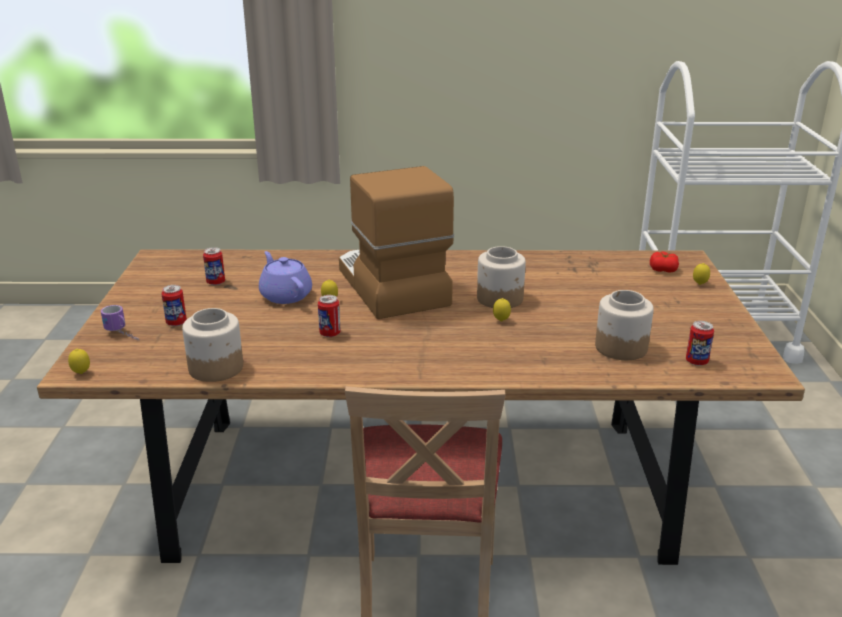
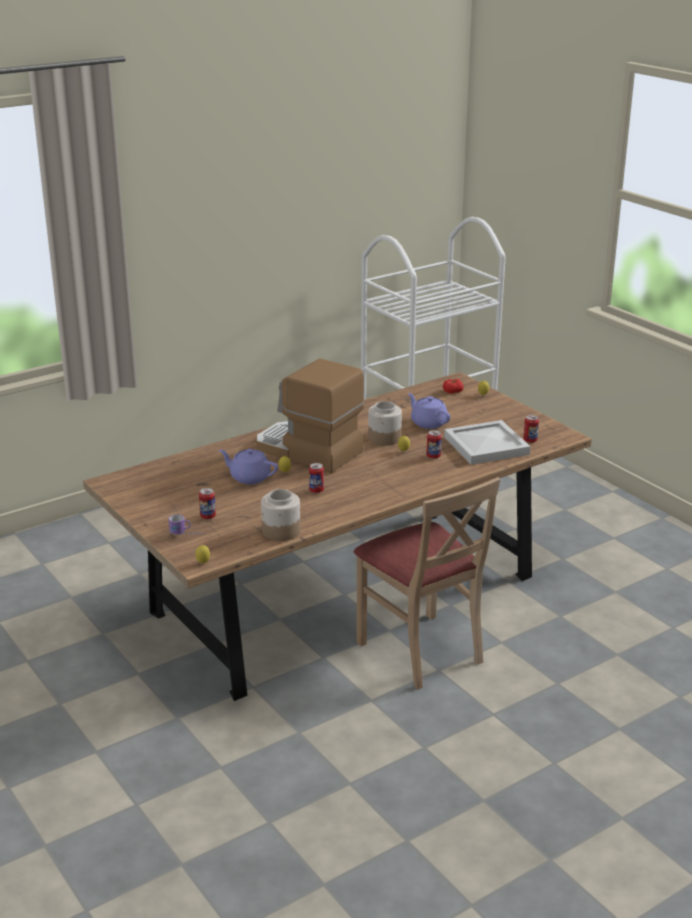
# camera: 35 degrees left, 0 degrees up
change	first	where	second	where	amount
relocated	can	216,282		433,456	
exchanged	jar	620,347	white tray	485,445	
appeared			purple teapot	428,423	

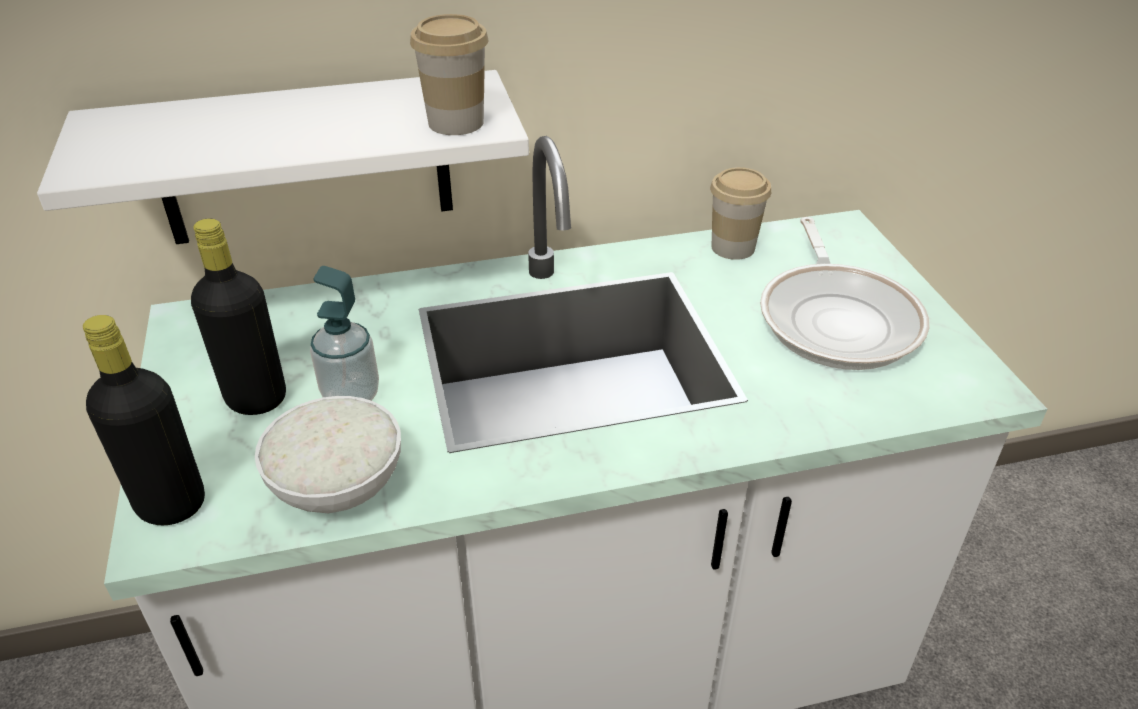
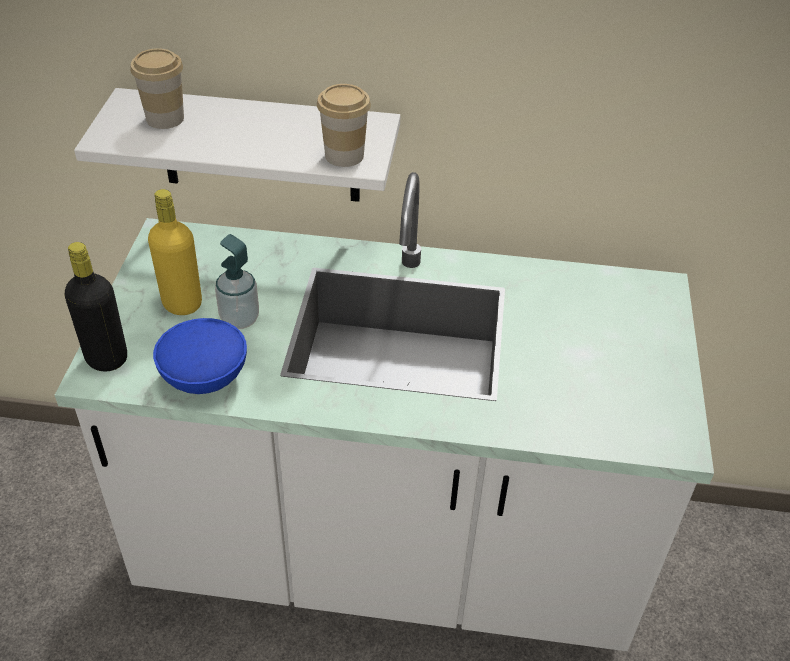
# camera: 20 degrees right, 5 degrees up
change	first	where	second	where	amount
relocated	cup	733,247		165,118	
missing	frying pan	838,319			
colour	black bottle	256,398	yellow bottle	182,304	
colour	white bowl	337,487	blue bowl	203,378	

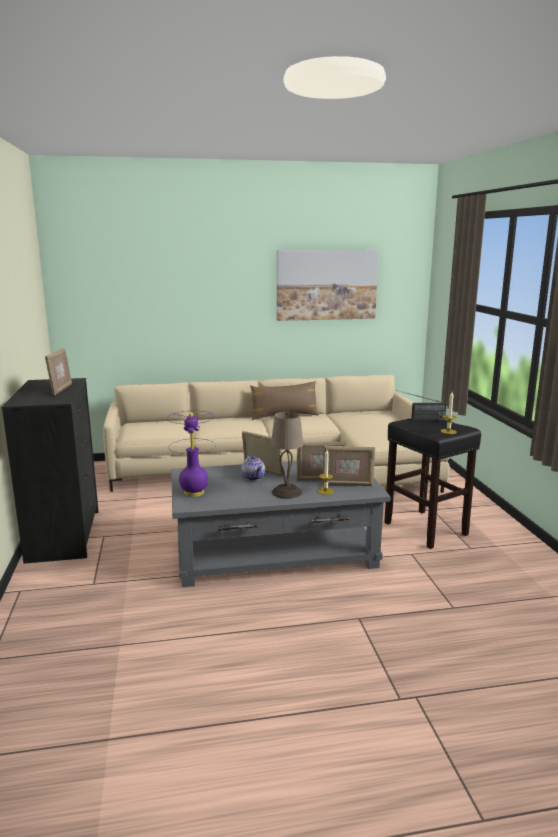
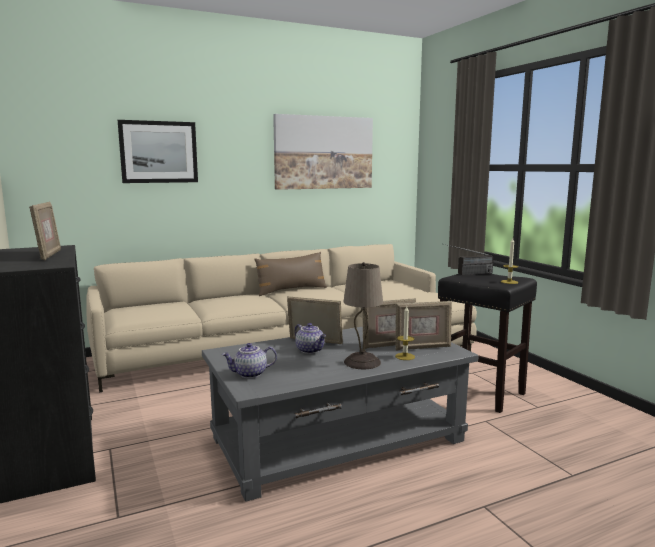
# camera: 15 degrees left, 5 degrees down
change	first	where	second	where	amount
exchanged	purple table lamp	194,493	teapot	250,374	
appeared			picture	159,152	

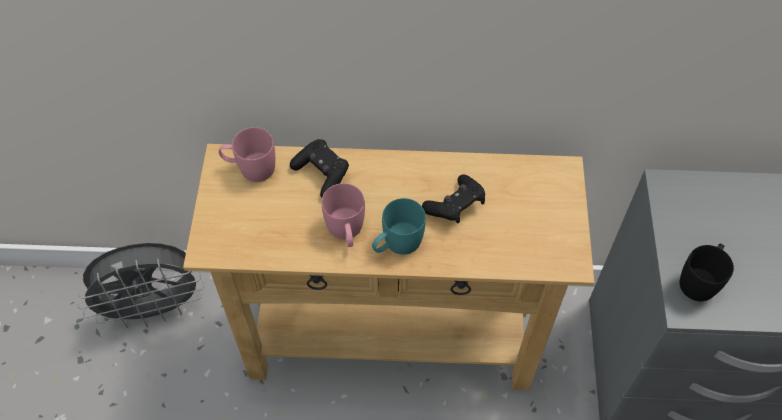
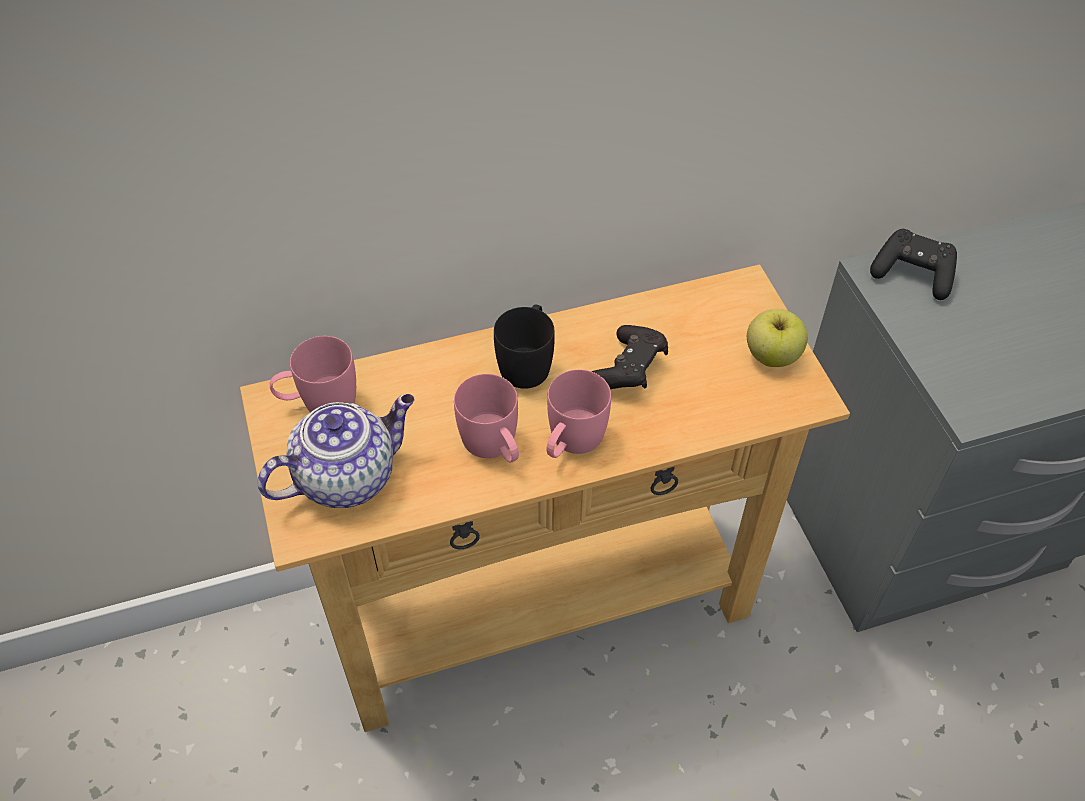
# camera: 20 degrees left, 5 degrees down
change	first	where	second	where	amount
relocated	black game controller	322,174		912,274	
colour	turquoise mug	396,244	pink mug	571,442	
missing	grey fan	154,308			
relocated	black mug	700,279		528,361	
appeared			apple	772,355	
appeared			teapot	348,476	

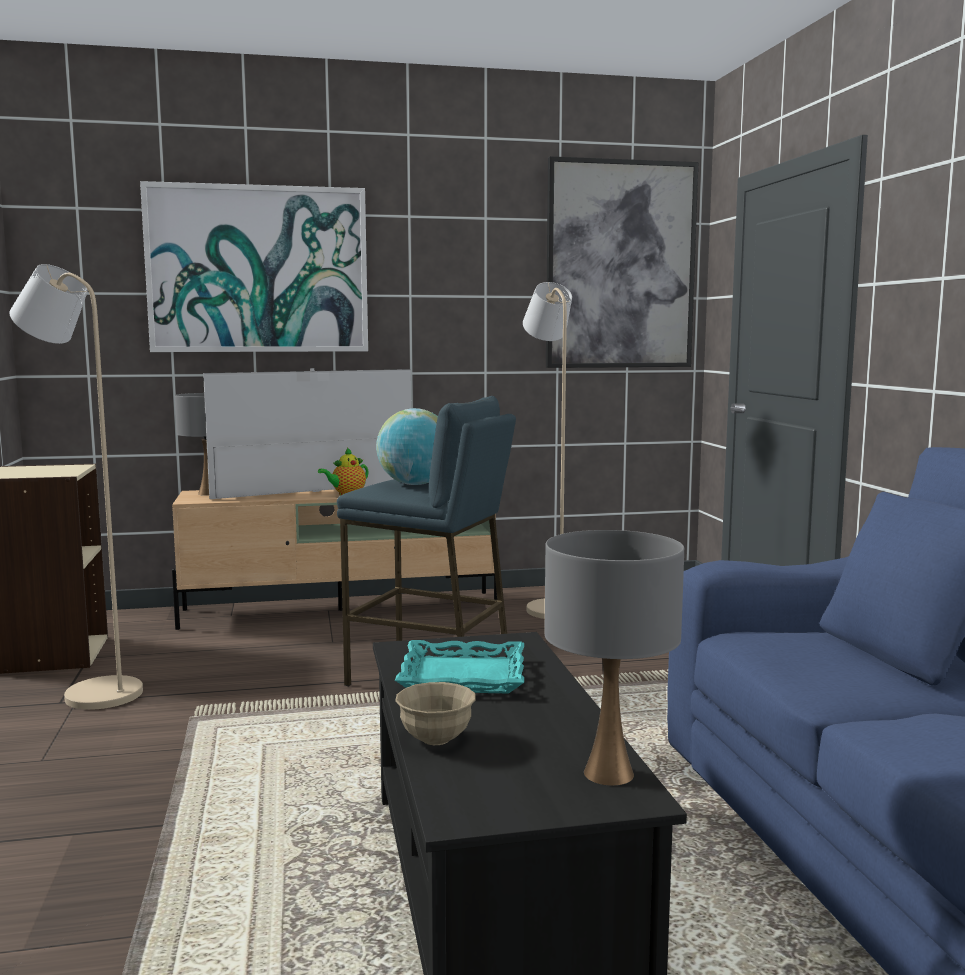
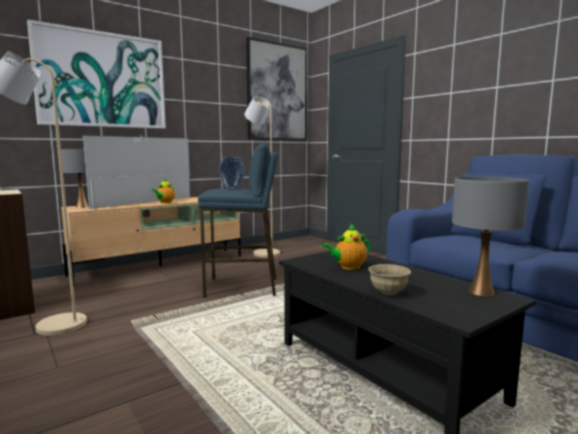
# camera: 25 degrees left, 0 degrees up
change	first	where	second	where	amount
exchanged	globe	415,484	vase	232,189	
exchanged	turquoise tray	463,675	teapot	348,267	

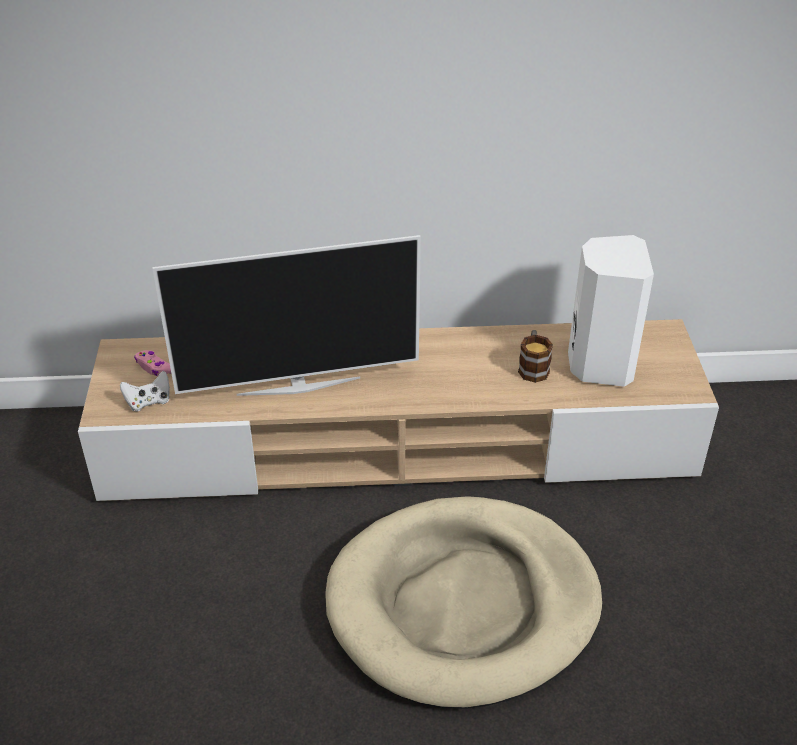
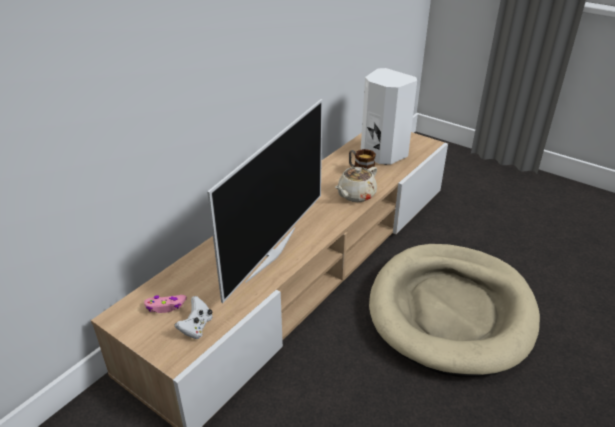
# camera: 50 degrees left, 5 degrees down
change	first	where	second	where	amount
appeared			beige teapot	355,195	

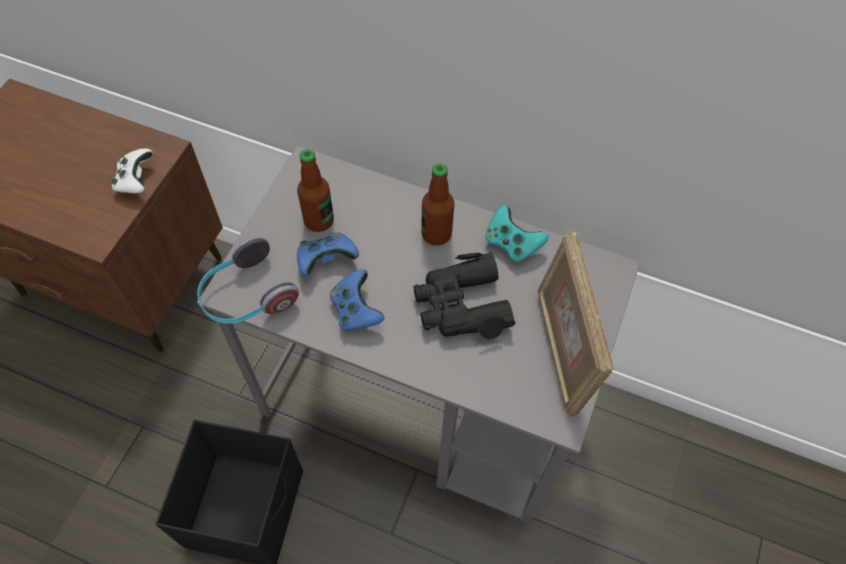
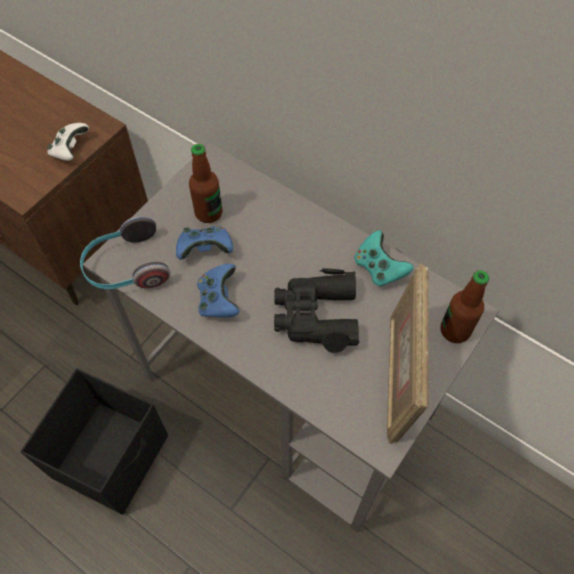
# camera: 15 degrees right, 0 degrees up
change	first	where	second	where	amount
relocated	bottle	436,234		455,330	

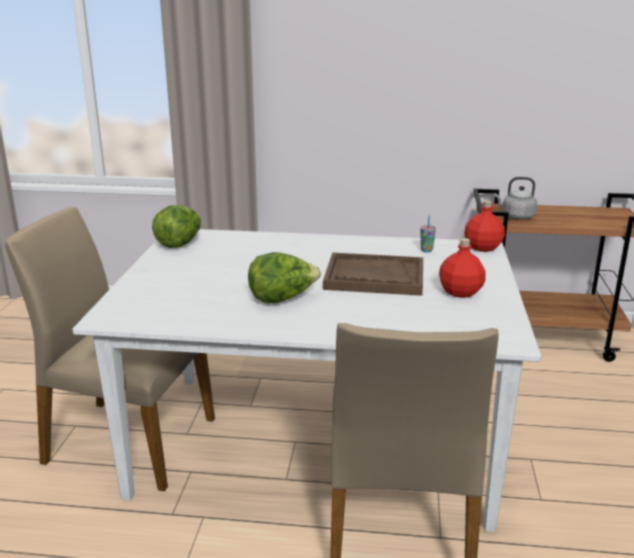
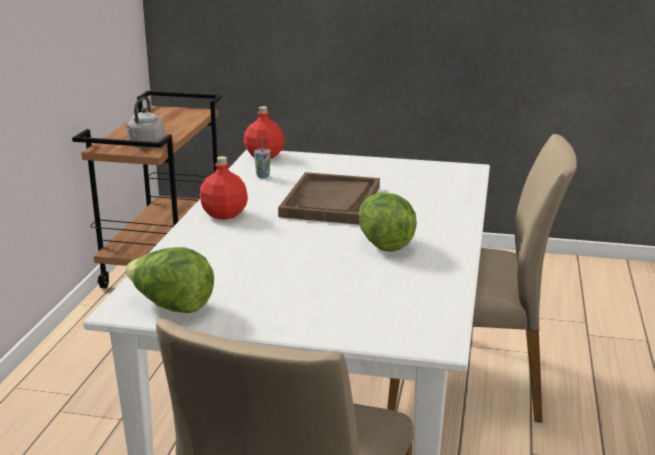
# camera: 85 degrees left, 0 degrees up
change	first	where	second	where	amount
relocated	red bottle	460,292		223,214	

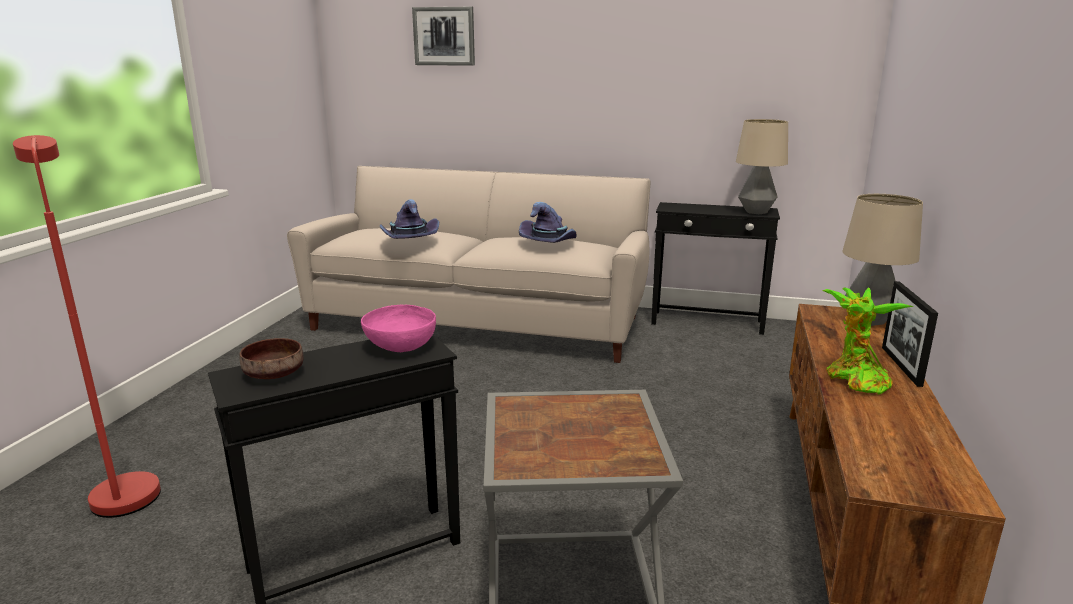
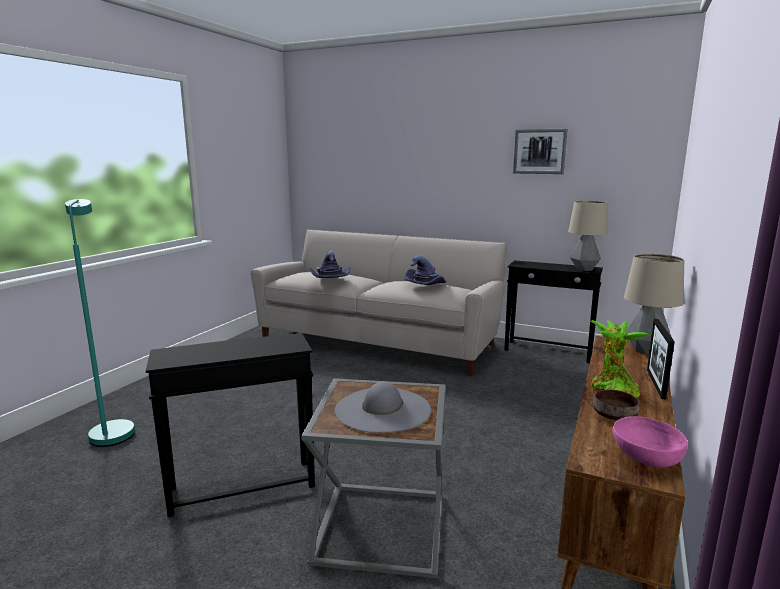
# camera: 10 degrees right, 5 degrees down
change	first	where	second	where	amount
relocated	picture	444,36		539,151	
colour	red floor lamp	121,490	turquoise floor lamp	111,430	
relocated	pink bowl	400,346		645,458	
relocated	brown bowl	275,373		614,415	
appeared			grey hat	383,409	

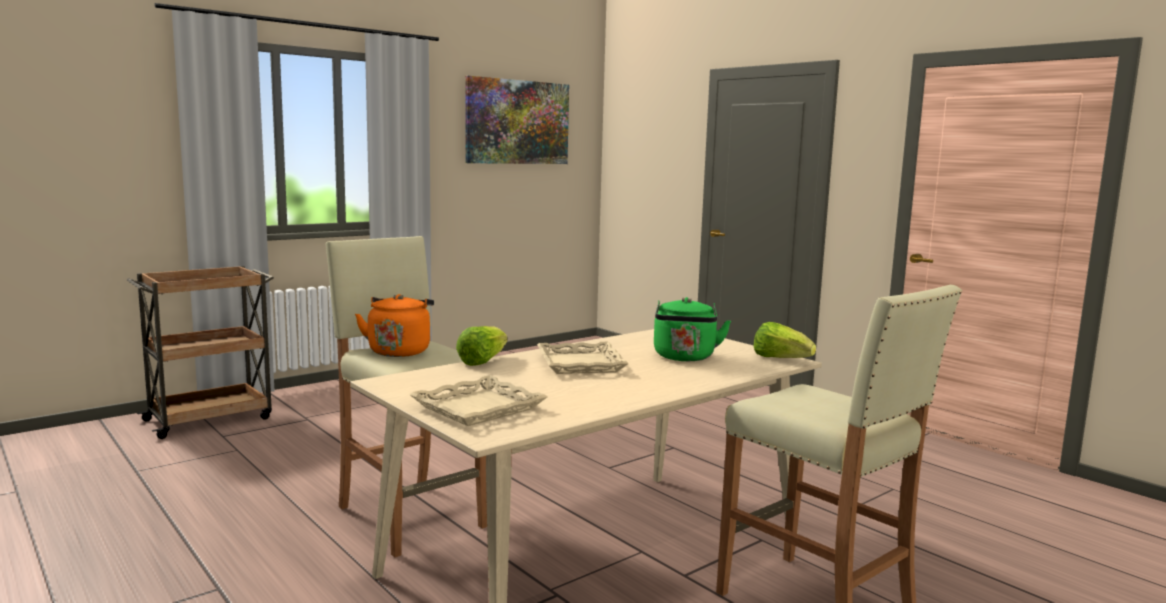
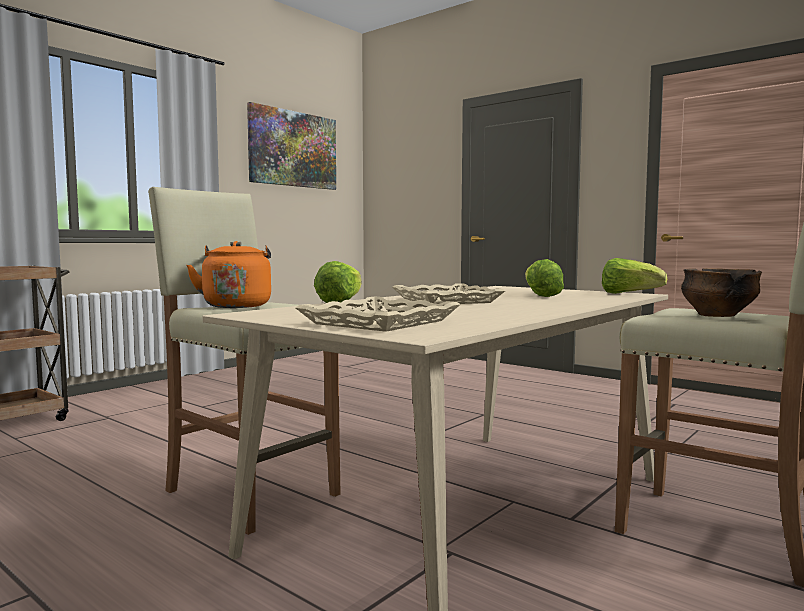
# camera: 10 degrees left, 5 degrees down
change	first	where	second	where	amount
exchanged	green kettle	684,358	lettuce	540,295	
appeared			bowl	717,315	

